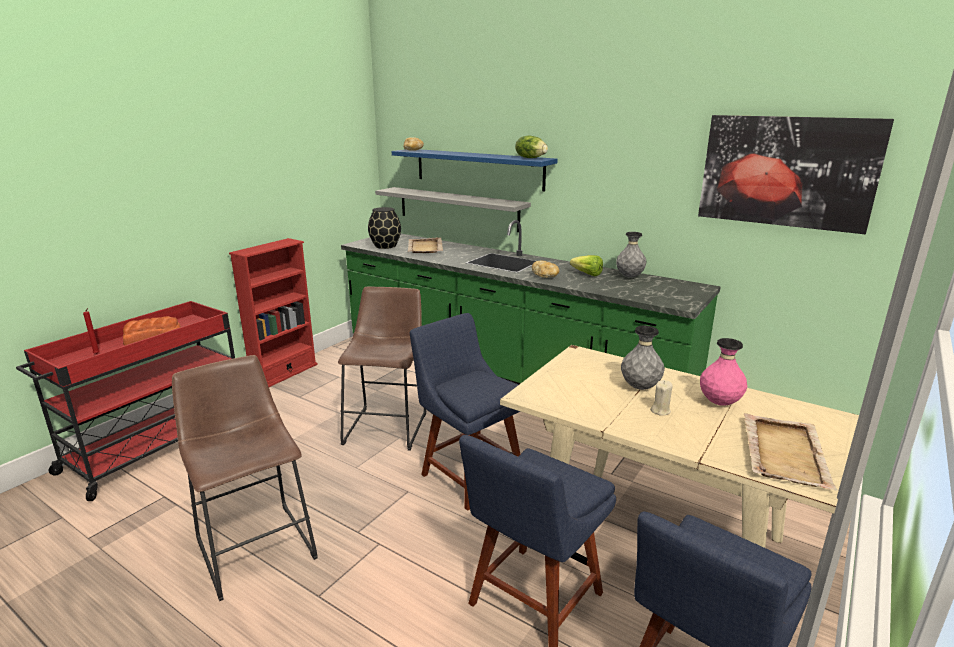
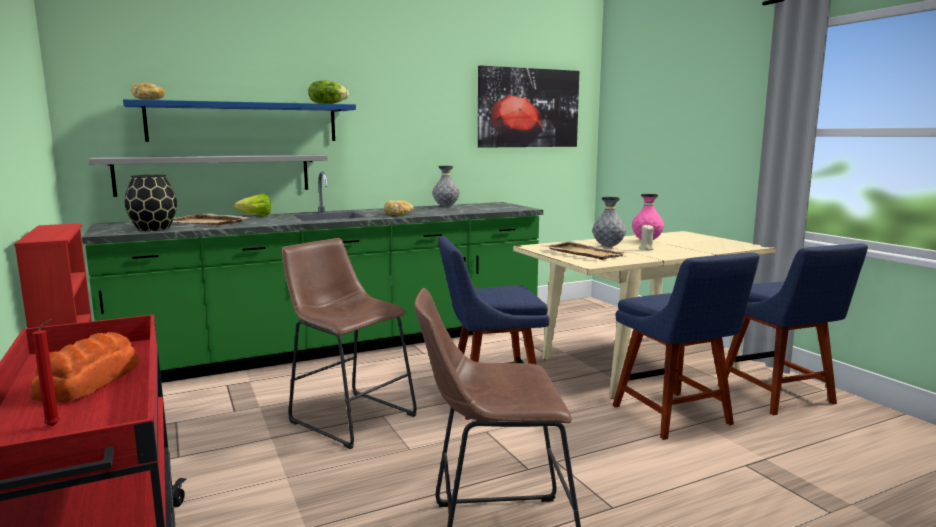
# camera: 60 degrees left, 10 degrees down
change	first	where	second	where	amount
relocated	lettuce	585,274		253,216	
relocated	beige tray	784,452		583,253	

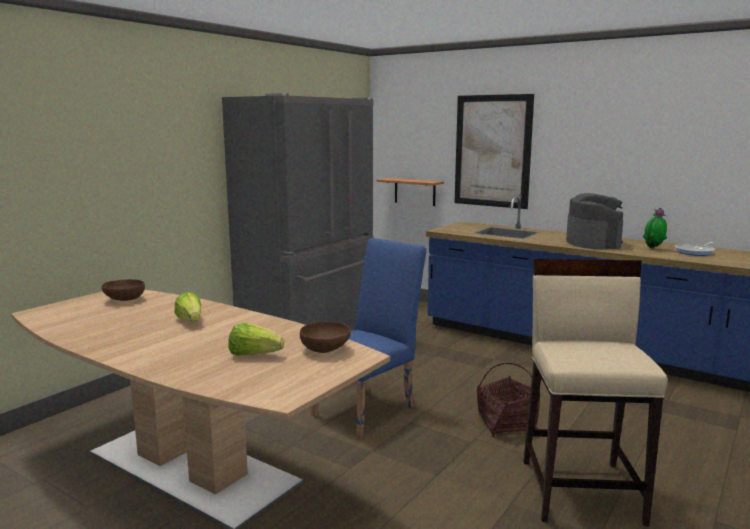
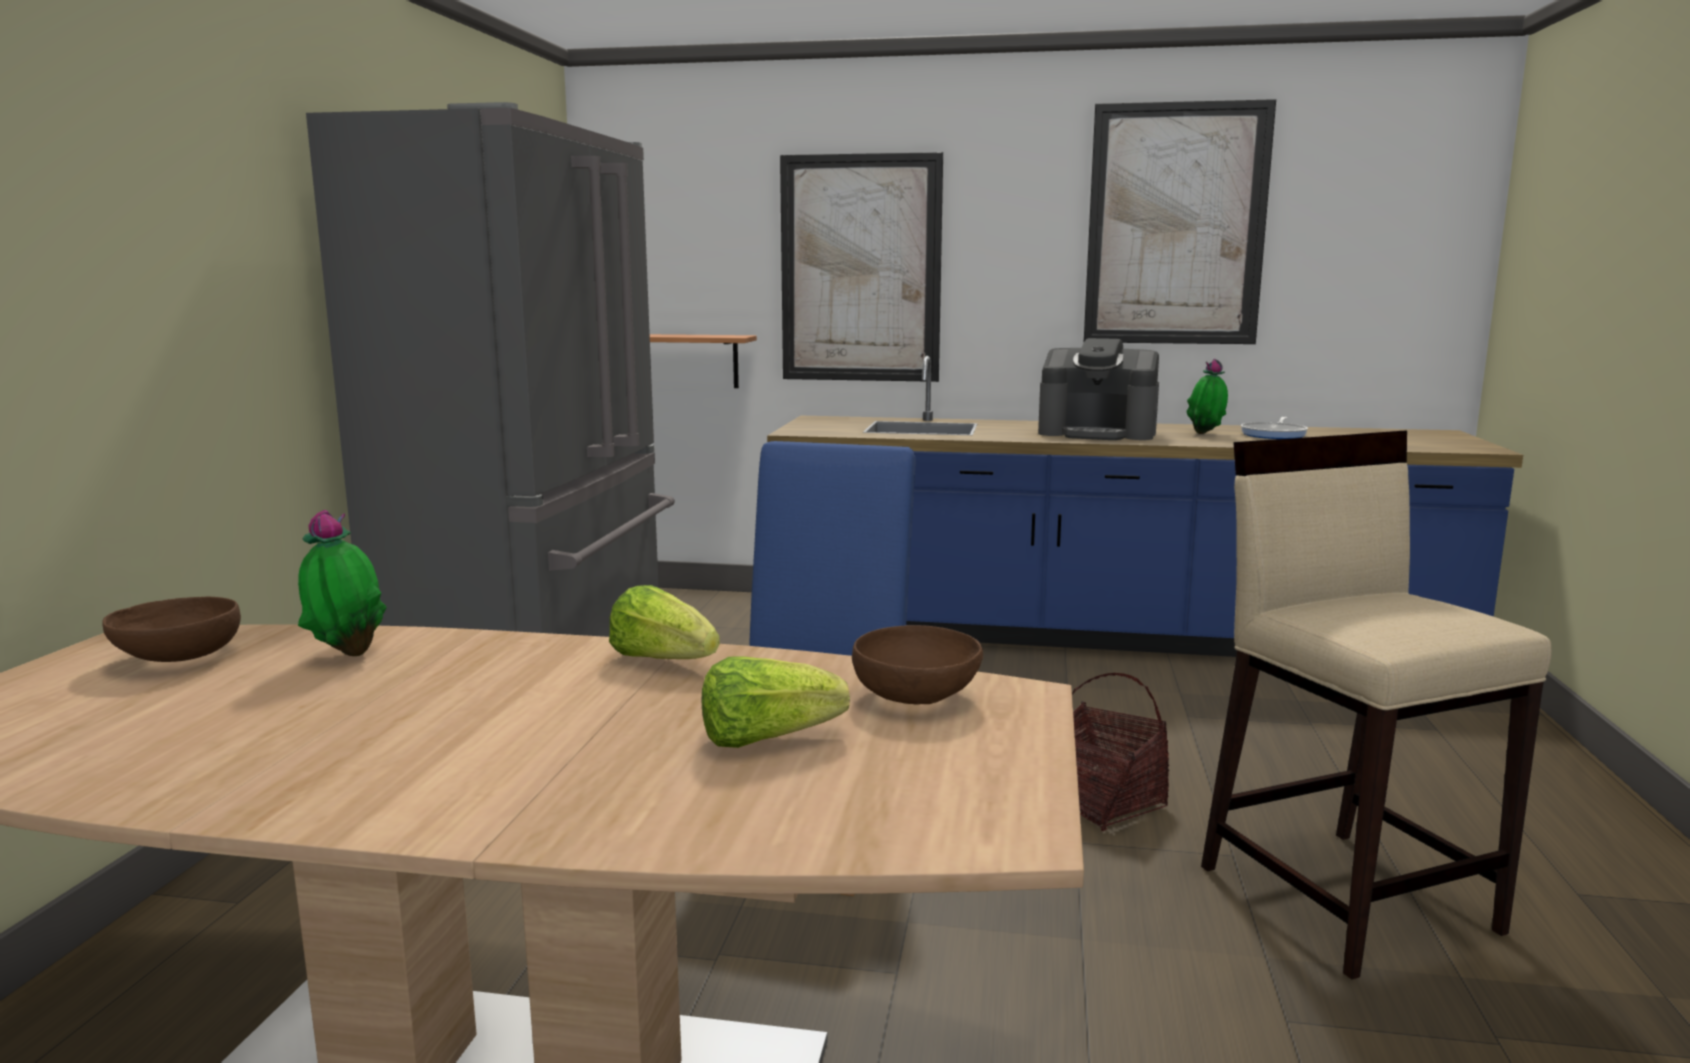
# camera: 25 degrees left, 0 degrees up
change	first	where	second	where	amount
spun	coffee machine	592,243		1097,433	135 degrees clockwise
relocated	lettuce	190,321		663,660	
appeared			picture	1176,225	
appeared			potted plant	347,654	

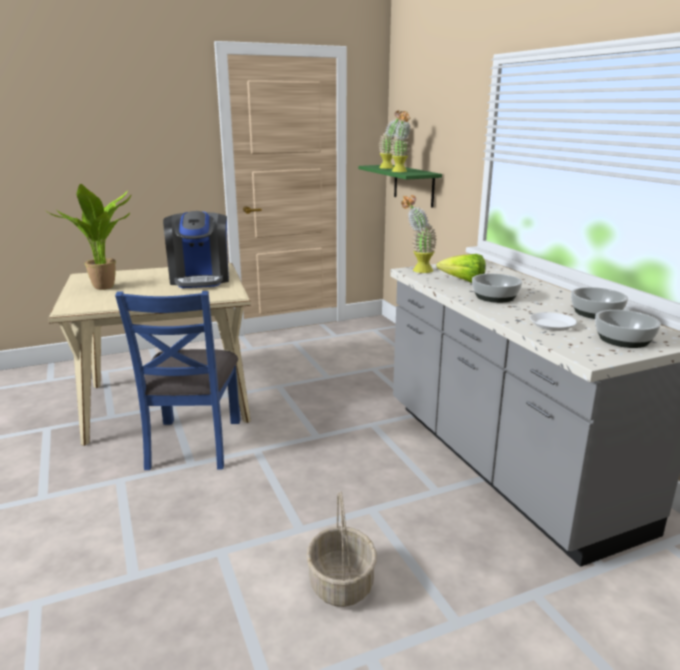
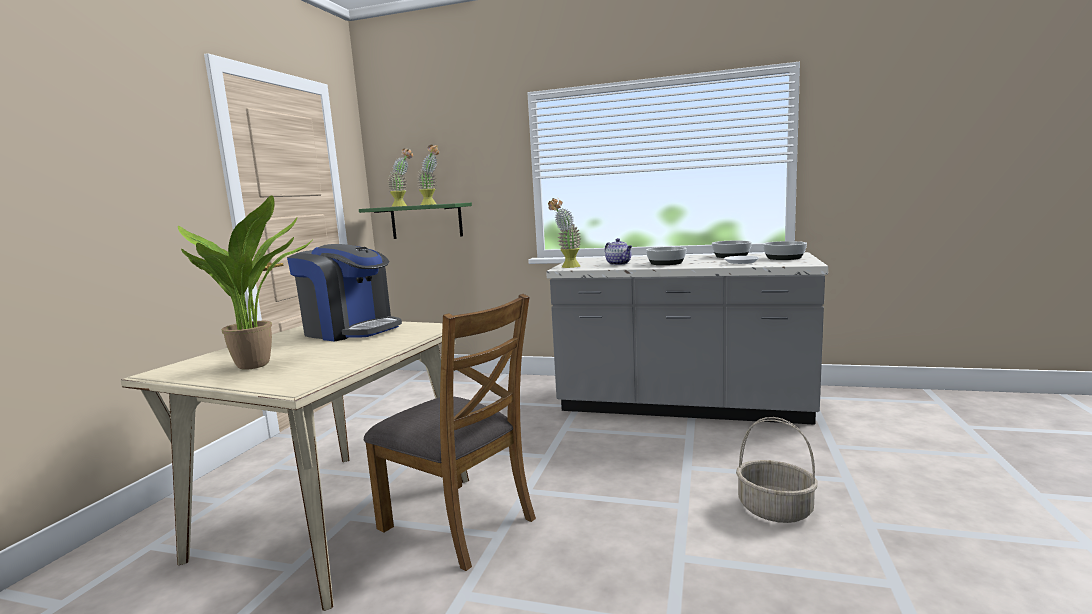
# camera: 50 degrees left, 10 degrees down
change	first	where	second	where	amount
exchanged	lettuce	463,282	teapot	619,264	
colour	blue chair	193,443	brown chair	459,523	

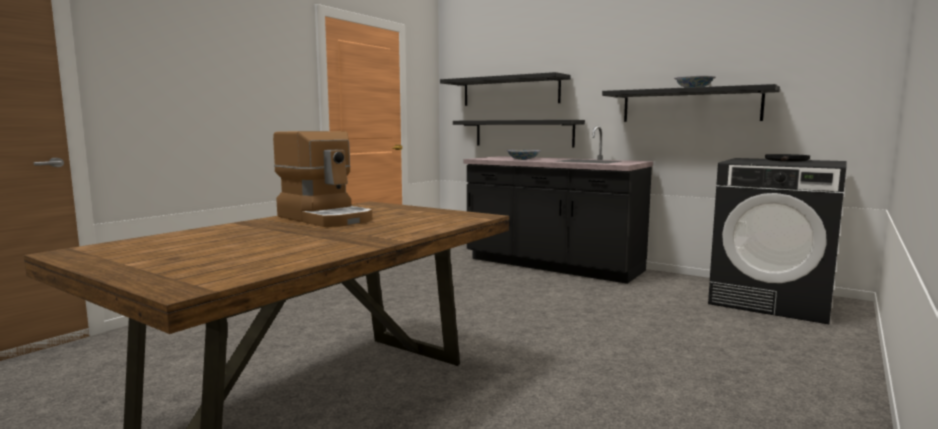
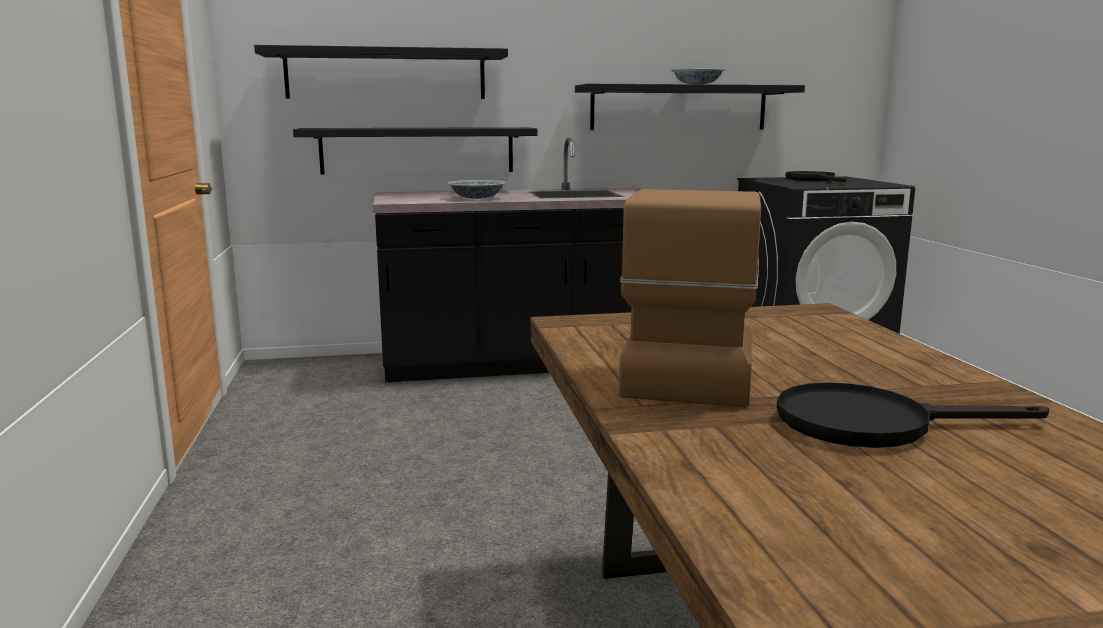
# camera: 45 degrees left, 5 degrees up
change	first	where	second	where	amount
spun	coffee machine	326,218		686,370	75 degrees counterclockwise
appeared			black frying pan	872,424	

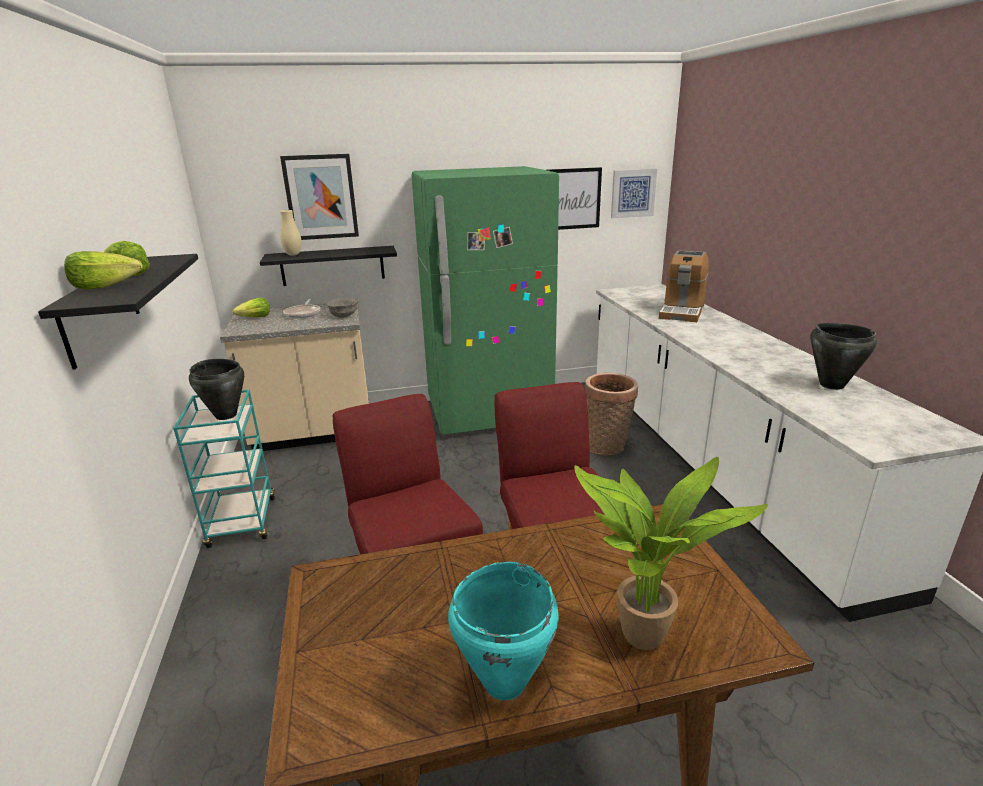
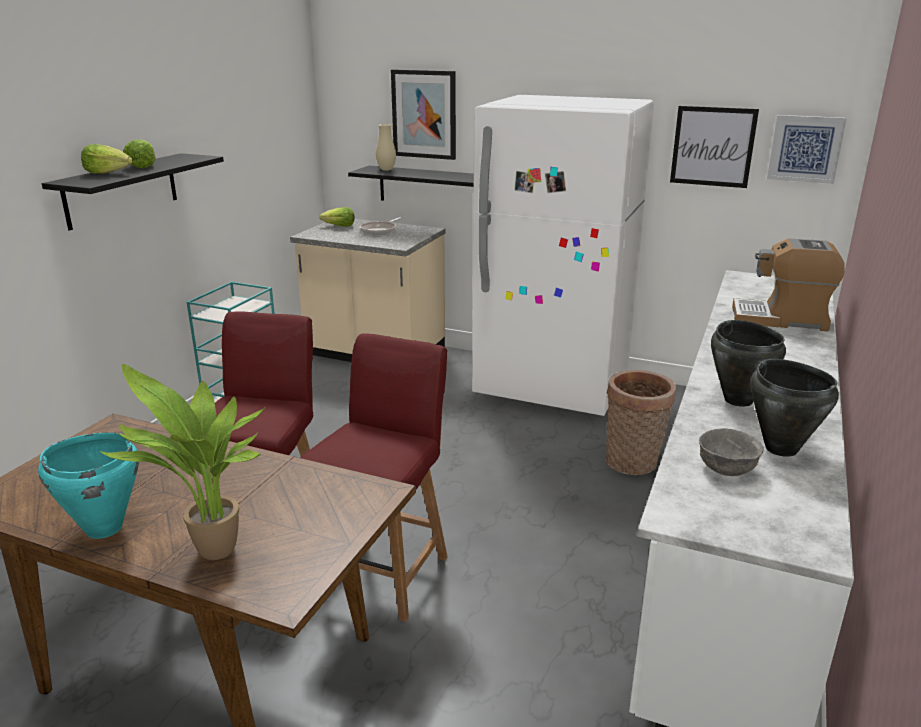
# camera: 35 degrees right, 0 degrees up
change	first	where	second	where	amount
colour	green fridge	488,413	white fridge	552,387	
spun	coffee machine	682,311		781,319	45 degrees clockwise
relocated	grey bowl	344,315		727,469	
relocated	black cooking pot	226,415		738,400	

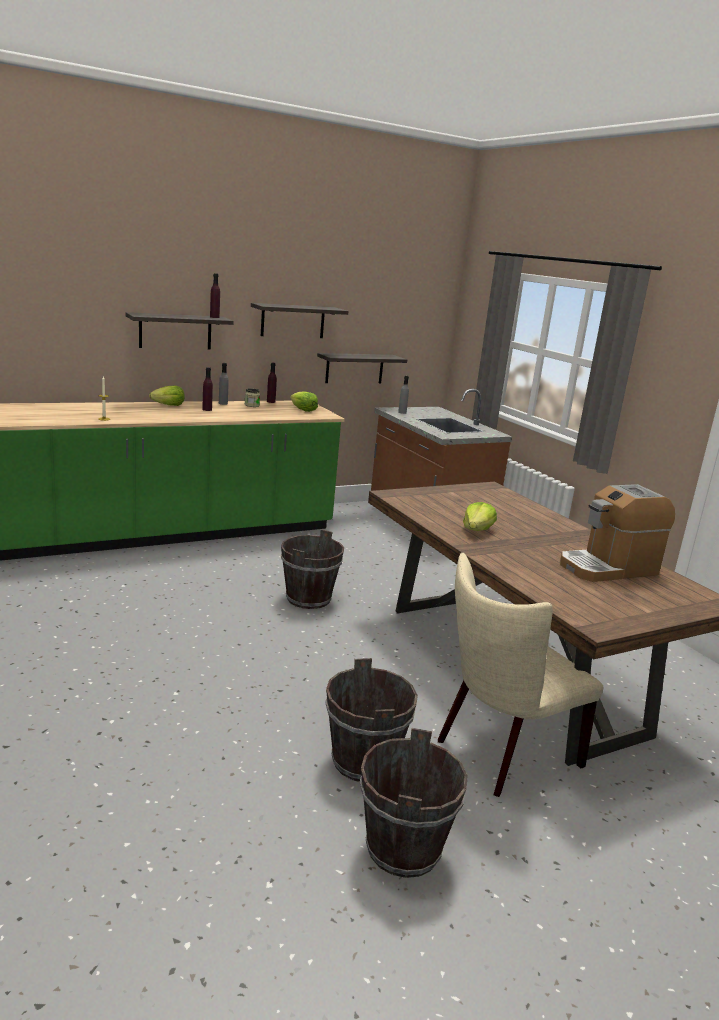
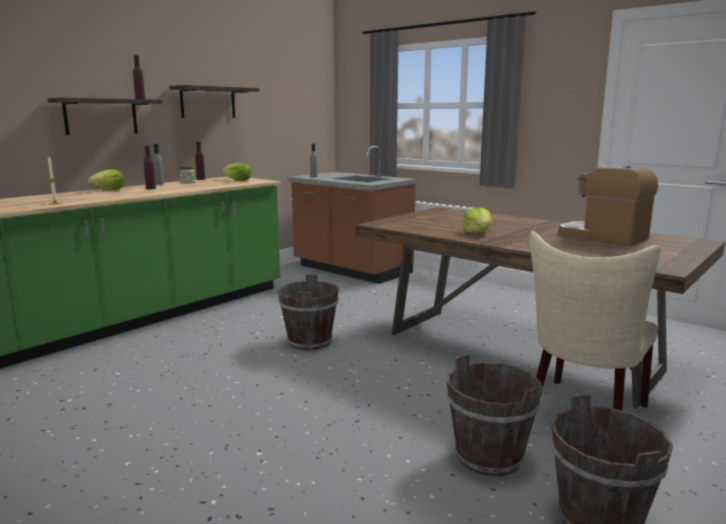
# camera: 20 degrees left, 5 degrees down
change	first	where	second	where	amount
missing	shelf	354,368			
spun	coffee machine	608,568		603,237	90 degrees clockwise

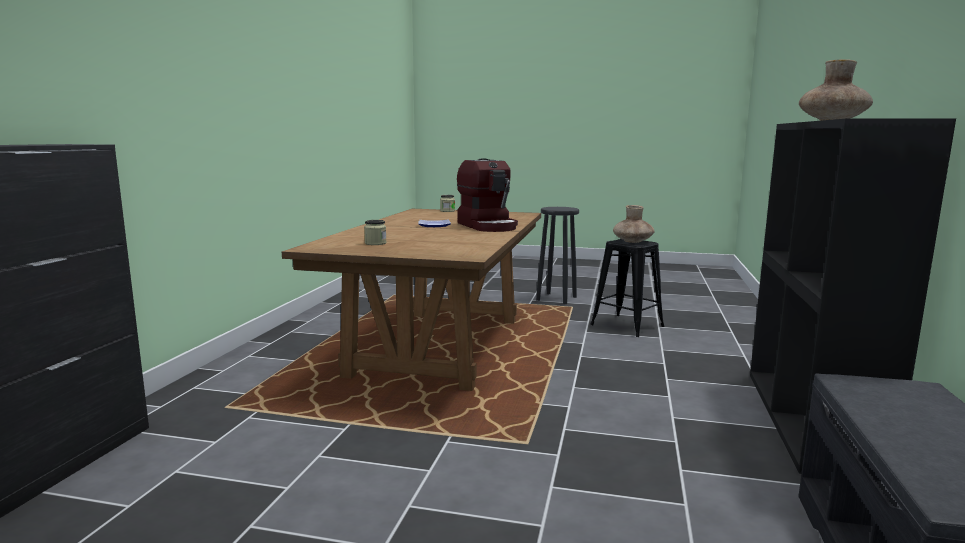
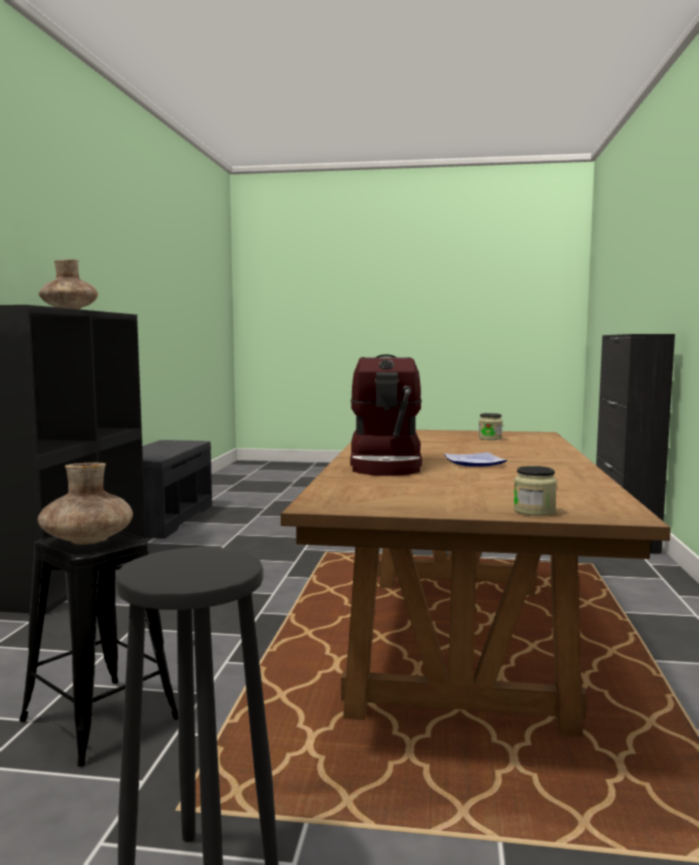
# camera: 175 degrees right, 5 degrees down
change	first	where	second	where	amount
spun	coffee machine	488,226		387,464	150 degrees counterclockwise

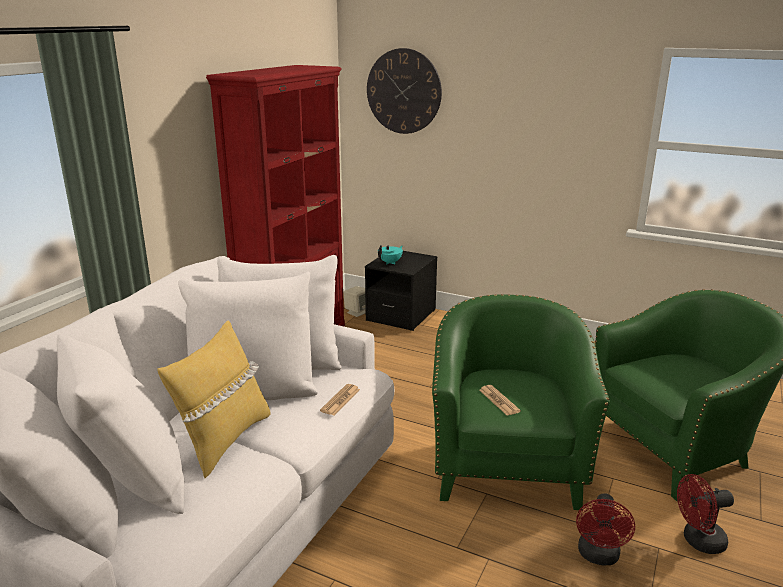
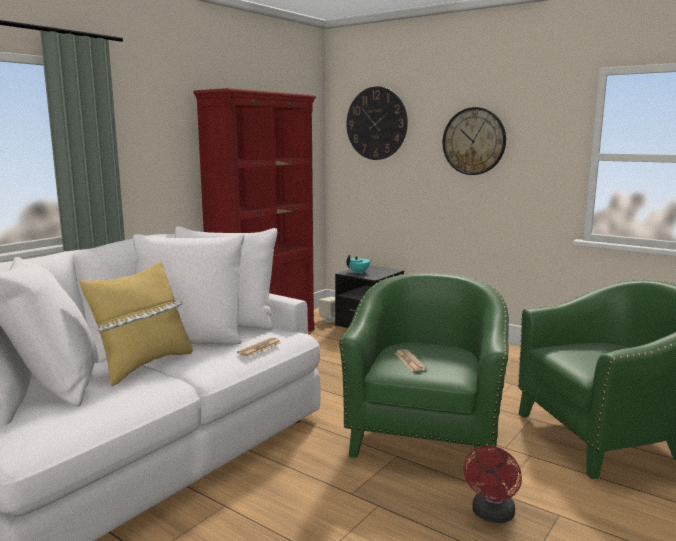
# camera: 10 degrees right, 10 degrees down
change	first	where	second	where	amount
missing	red fan	698,541			
appeared			wall clock	474,141	

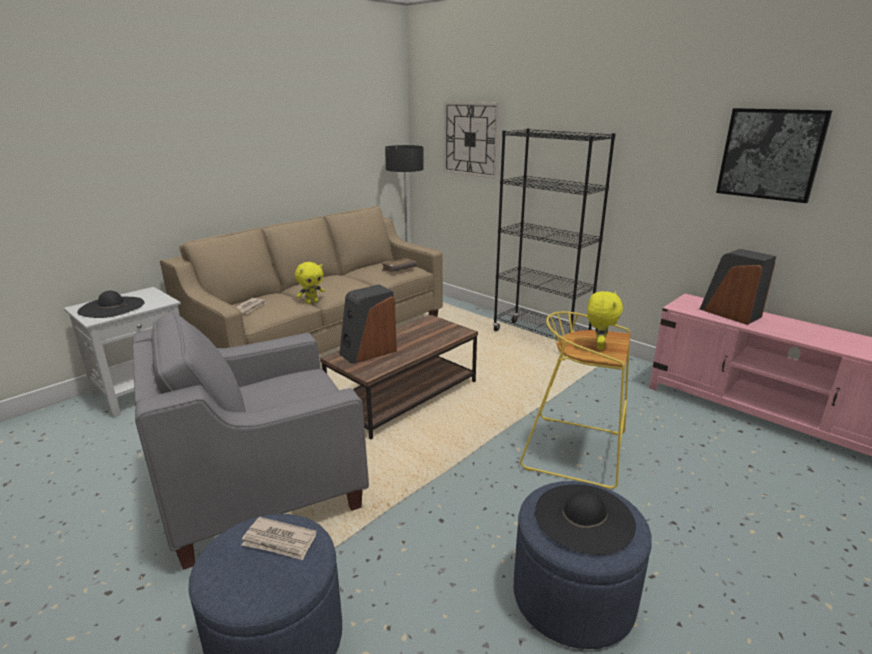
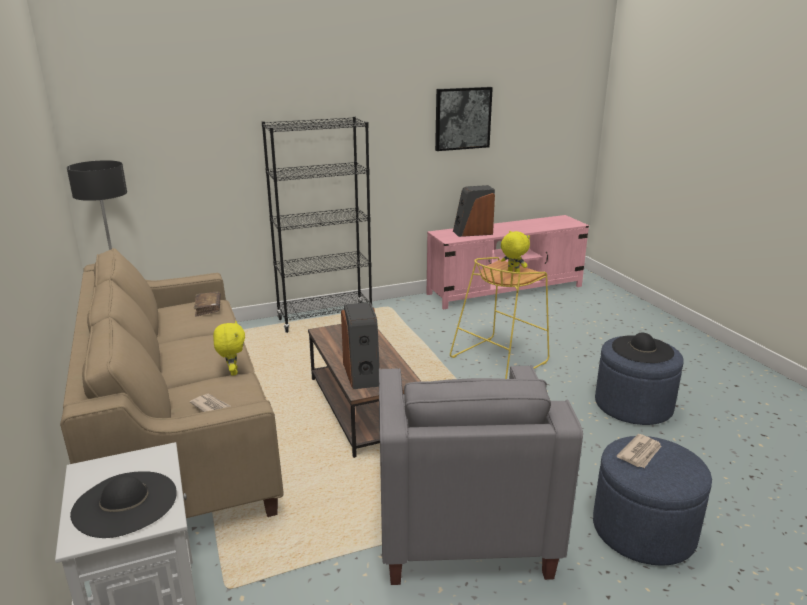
# camera: 65 degrees left, 0 degrees up
change	first	where	second	where	amount
missing	wall clock	471,139			

